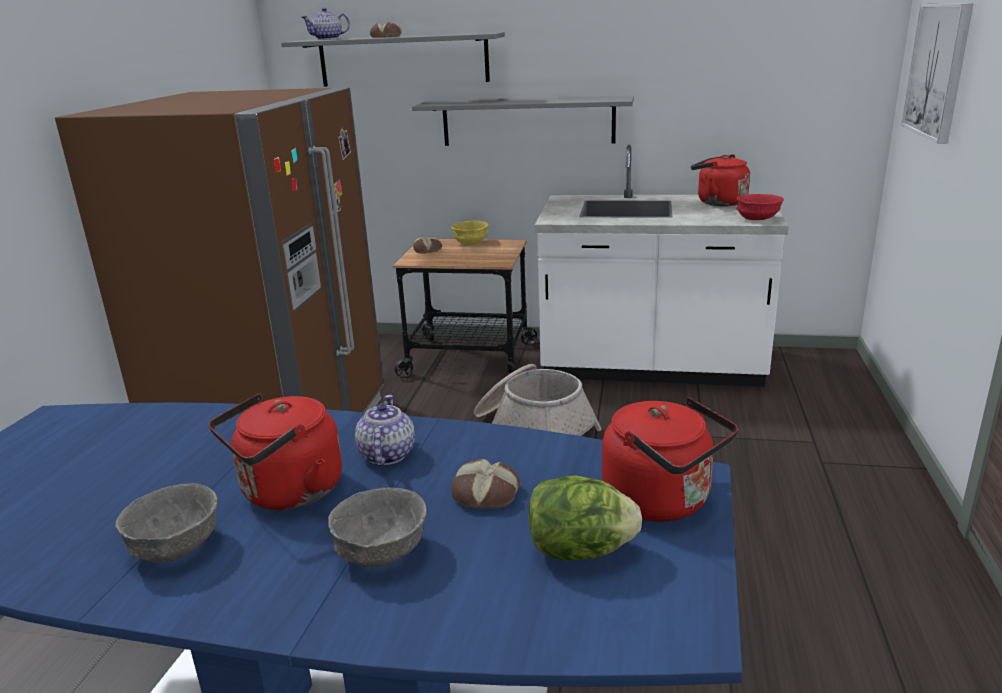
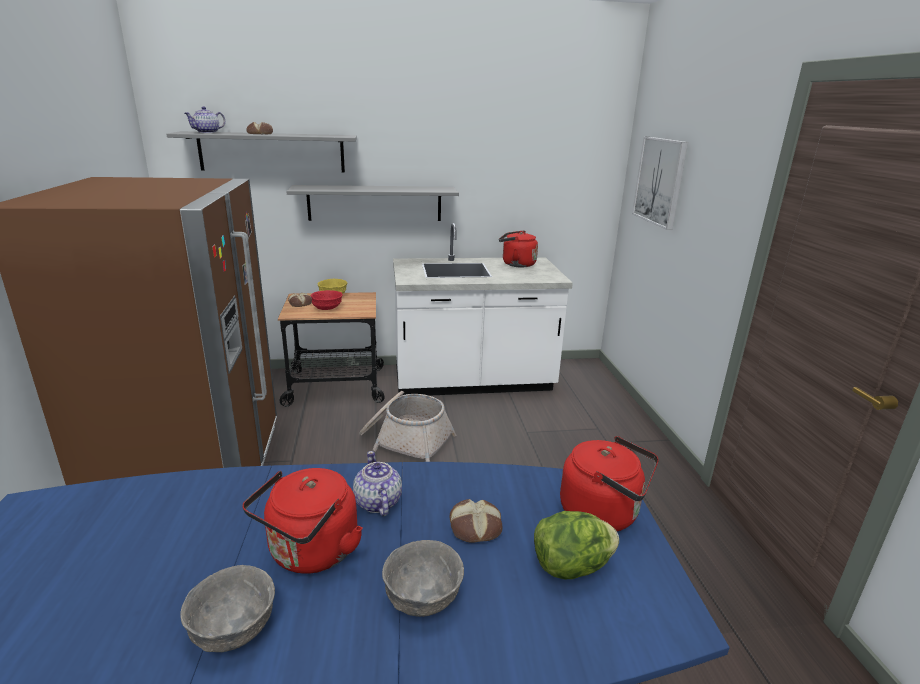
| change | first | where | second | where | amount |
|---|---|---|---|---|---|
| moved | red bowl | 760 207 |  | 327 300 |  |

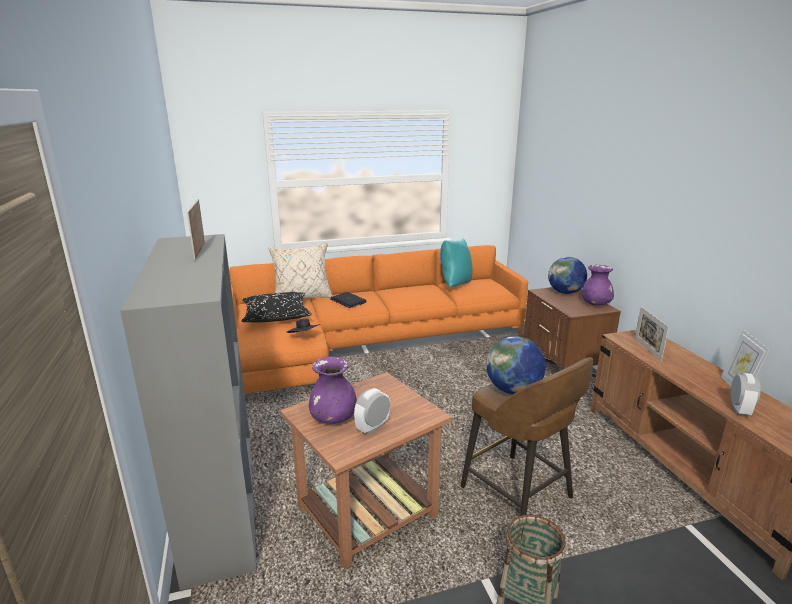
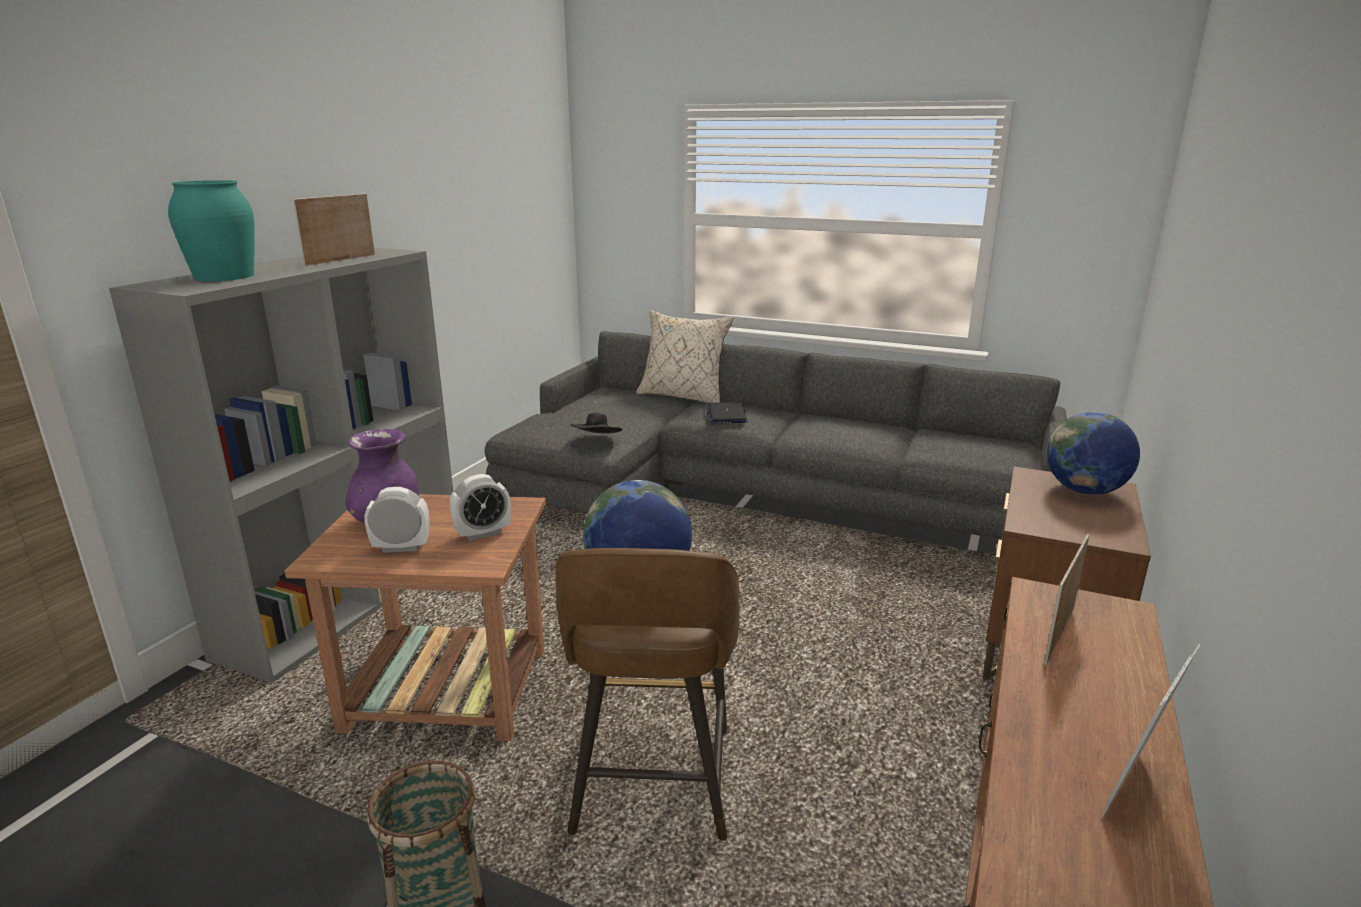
| change | first | where | second | where | amount |
|---|---|---|---|---|---|
| added |  |  | turquoise vase | 211 230 |  |
| moved | alarm clock | 746 394 |  | 480 507 |  |
| recoloured | orange sofa | 378 319 | grey sofa | 776 435 |  |
| removed | black pillow | 276 307 |  |  |  |
| removed | turquoise pillow | 456 262 |  |  |  |
| removed | purple vase | 598 285 |  |  |  |

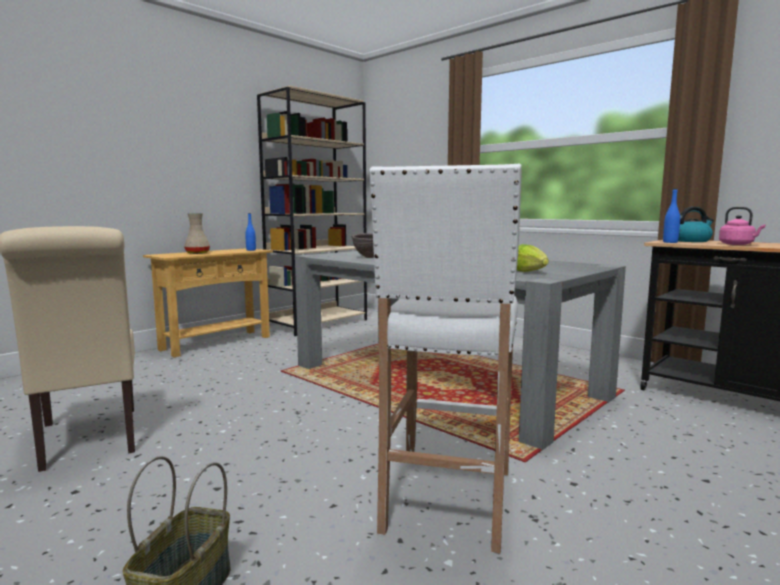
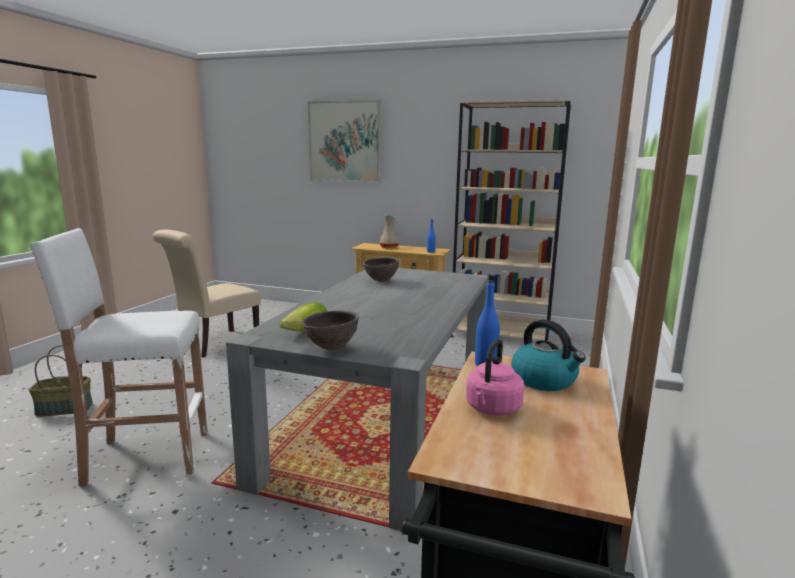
| change | first | where | second | where | amount |
|---|---|---|---|---|---|
| added |  |  | brown bowl | 330 330 |  |
| added |  |  | picture | 345 141 |  |

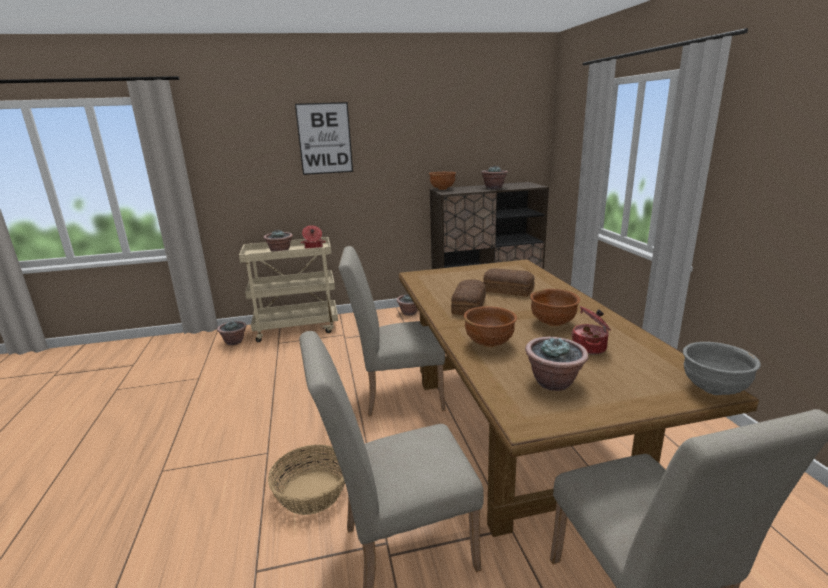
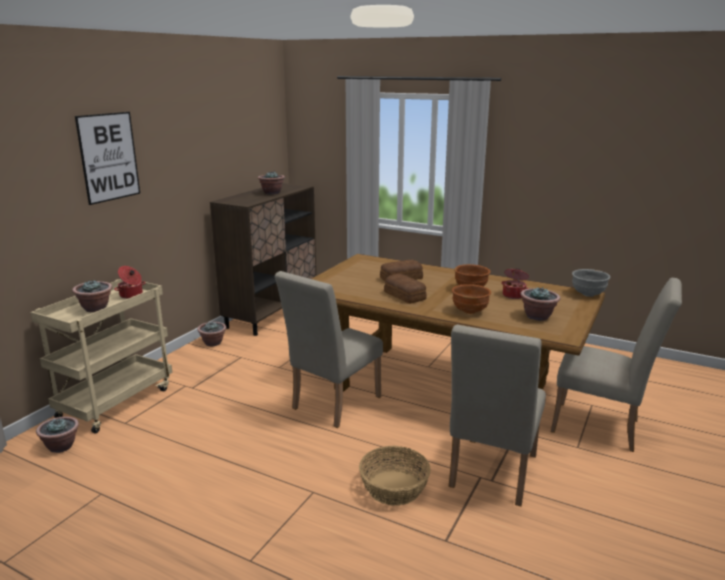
| change | first | where | second | where | amount |
|---|---|---|---|---|---|
| removed | brown bowl | 442 181 |  |  |  |

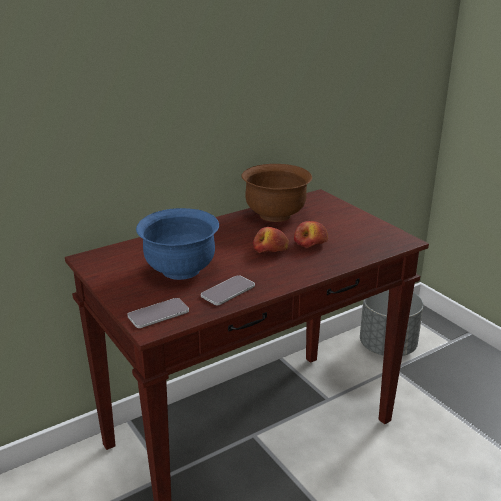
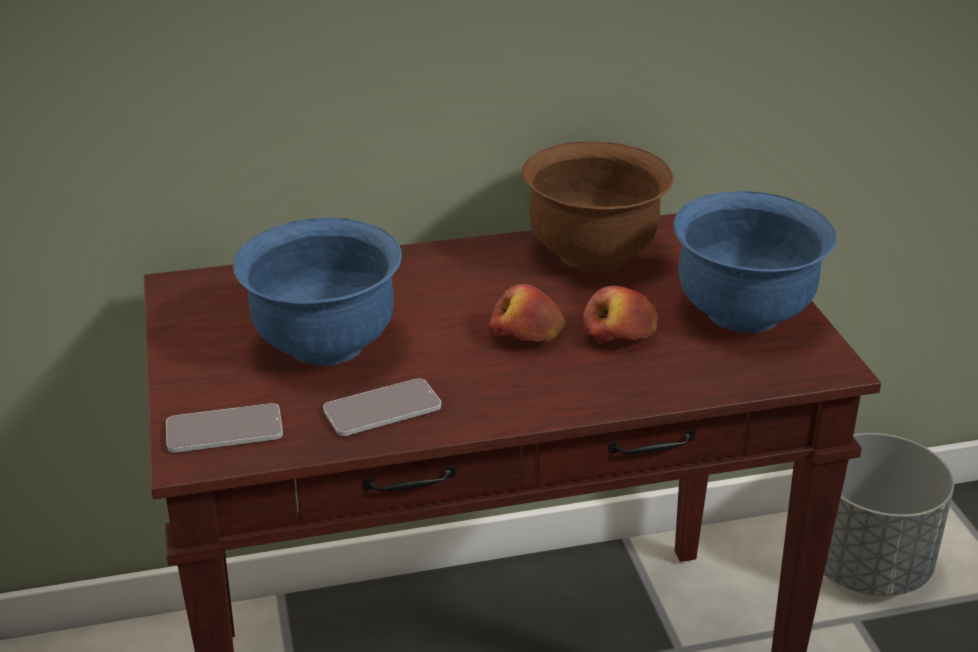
| change | first | where | second | where | amount |
|---|---|---|---|---|---|
| added |  |  | blue bowl | 755 262 |  |

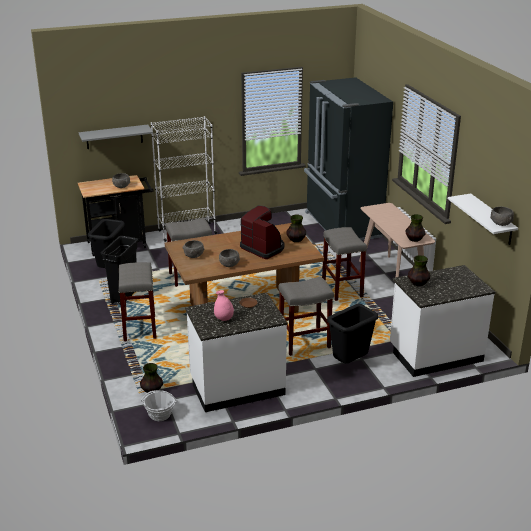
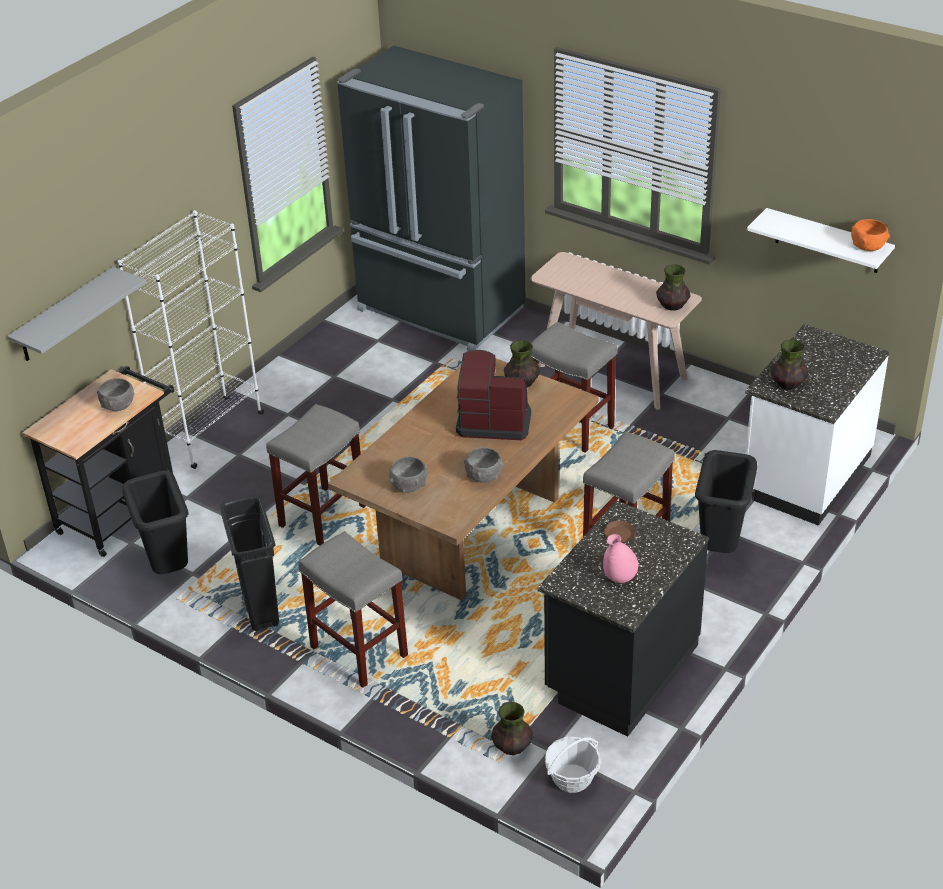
| change | first | where | second | where | amount |
|---|---|---|---|---|---|
| recoloured | white counter | 236 352 | black counter | 623 618 |  |
| recoloured | grey bowl | 502 216 | orange bowl | 870 235 |  |

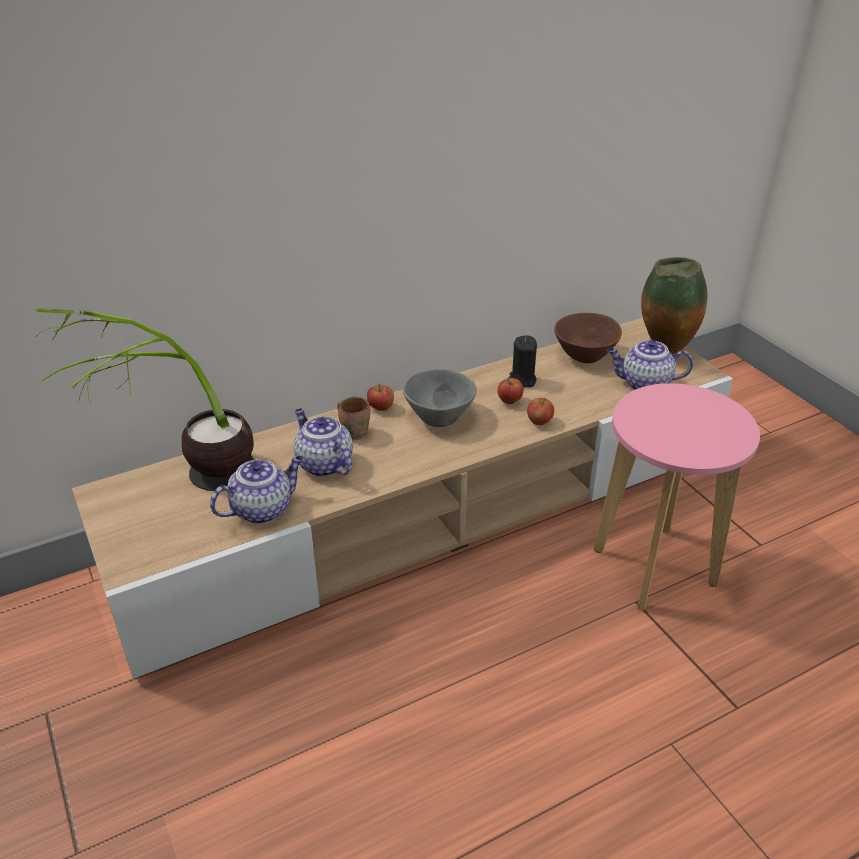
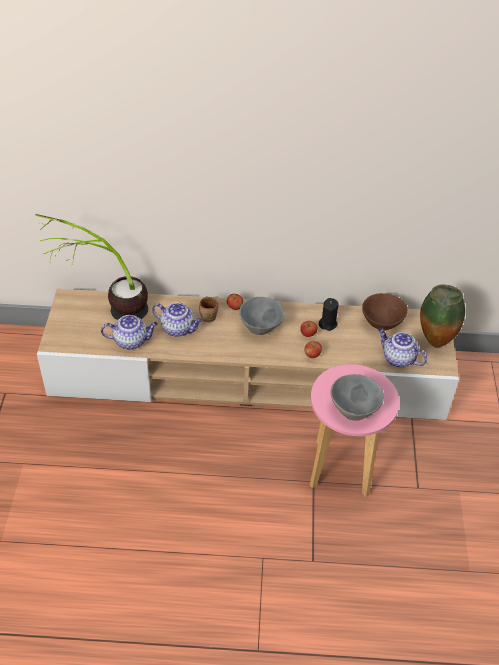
| change | first | where | second | where | amount |
|---|---|---|---|---|---|
| turned | teapot | 323 442 |  | 177 319 | 120 degrees clockwise |
| added |  |  | grey bowl | 357 397 |  |

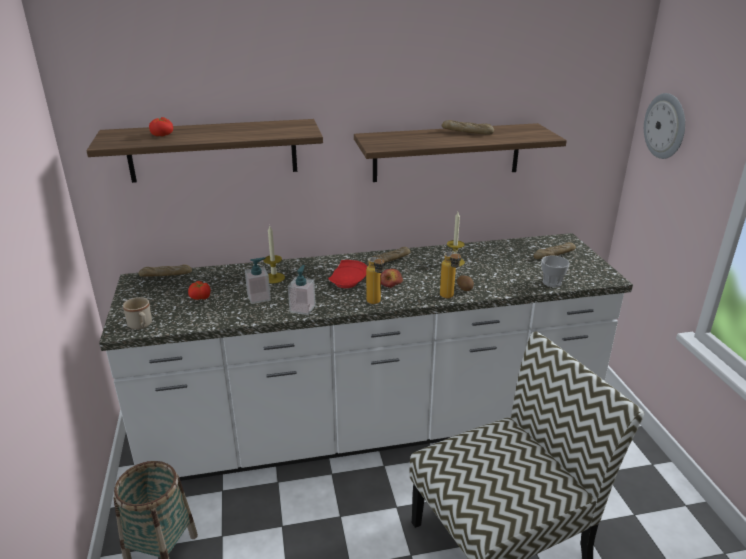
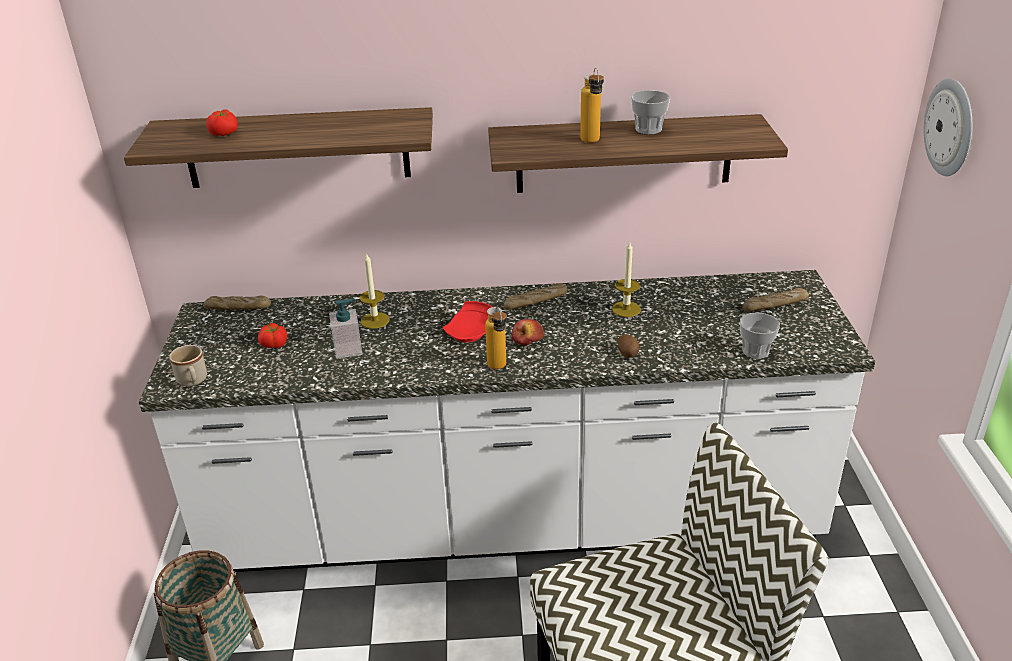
| change | first | where | second | where | amount |
|---|---|---|---|---|---|
| moved | bottle | 450 273 |  | 592 105 |  |
| replaced | bread | 468 127 | cup | 650 112 |  |
| removed | soap dispenser | 302 290 |  |  |  |

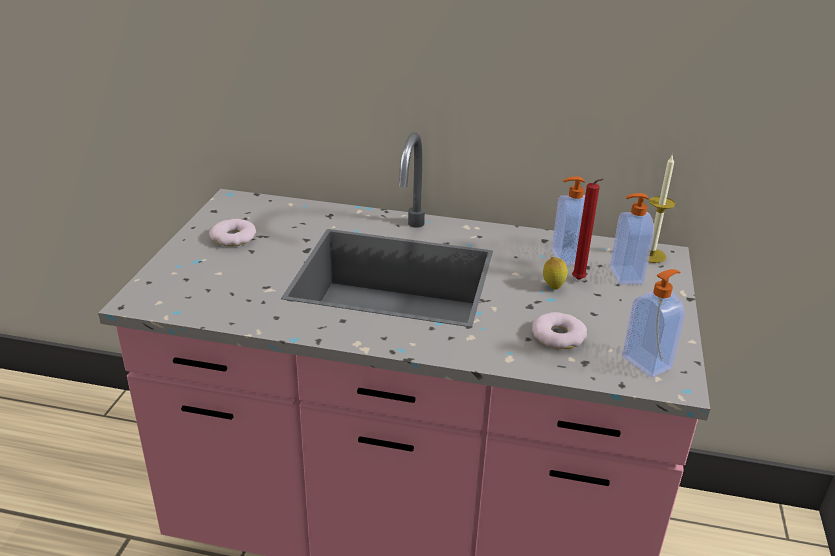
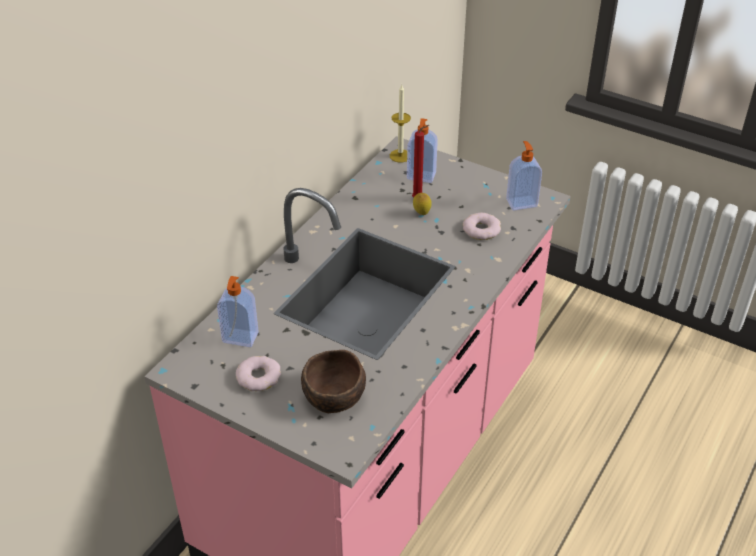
| change | first | where | second | where | amount |
|---|---|---|---|---|---|
| moved | soap dispenser | 568 220 |  | 238 311 |  |
| added |  |  | brown bowl | 333 381 |  |

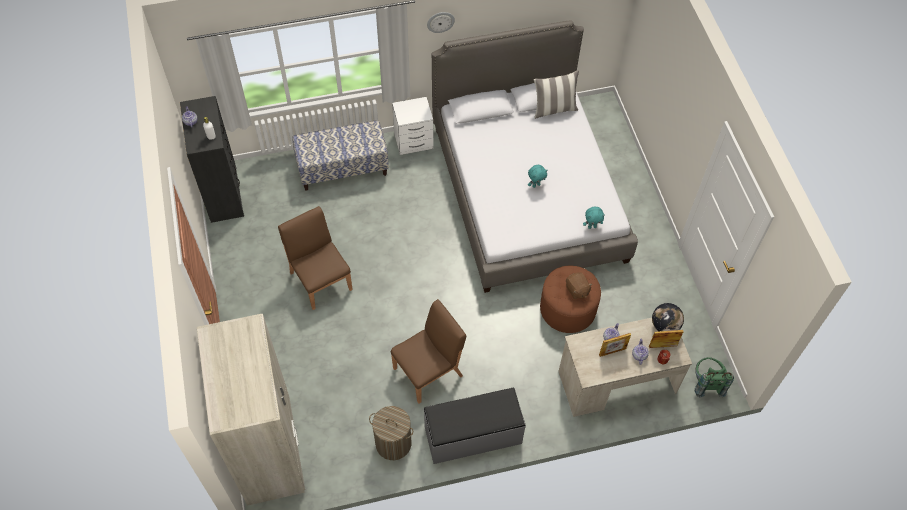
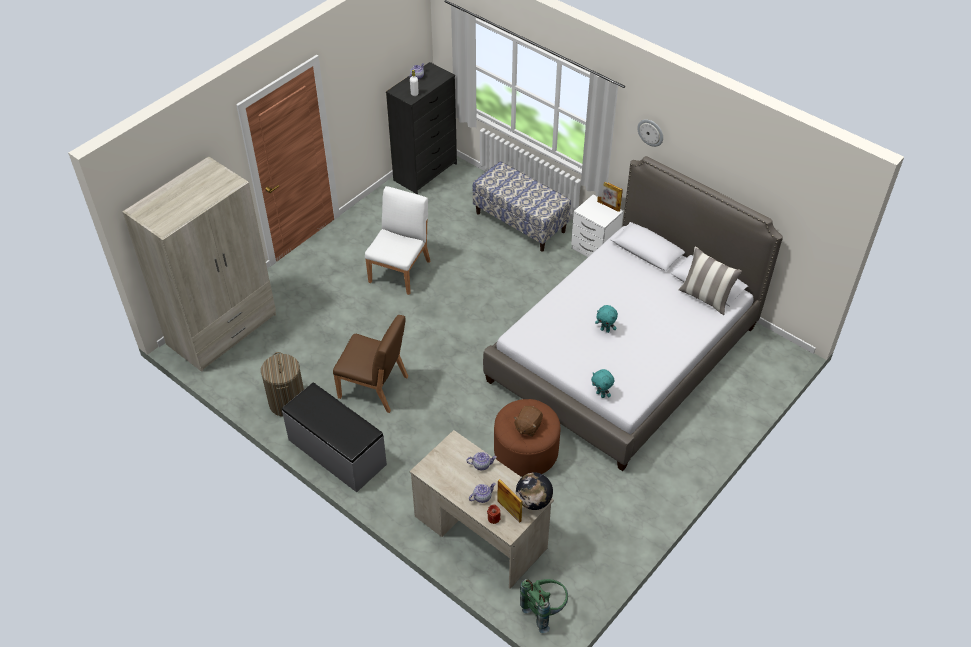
| change | first | where | second | where | amount |
|---|---|---|---|---|---|
| recoloured | brown chair | 315 258 | white chair | 397 240 |  |
| moved | picture frame | 615 345 |  | 610 197 |  |

